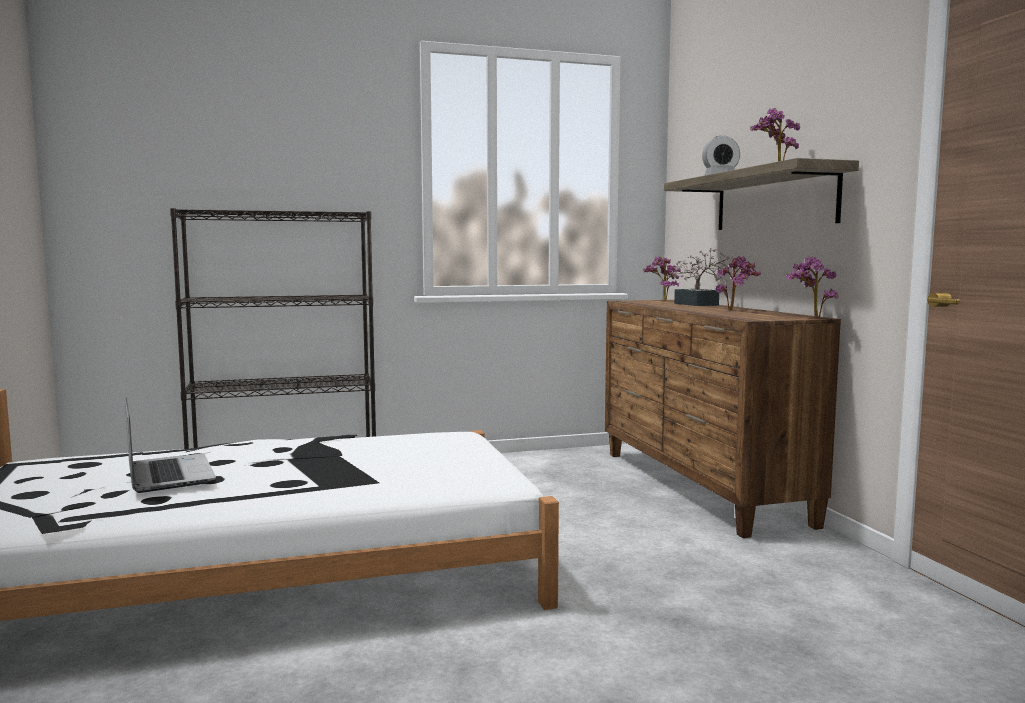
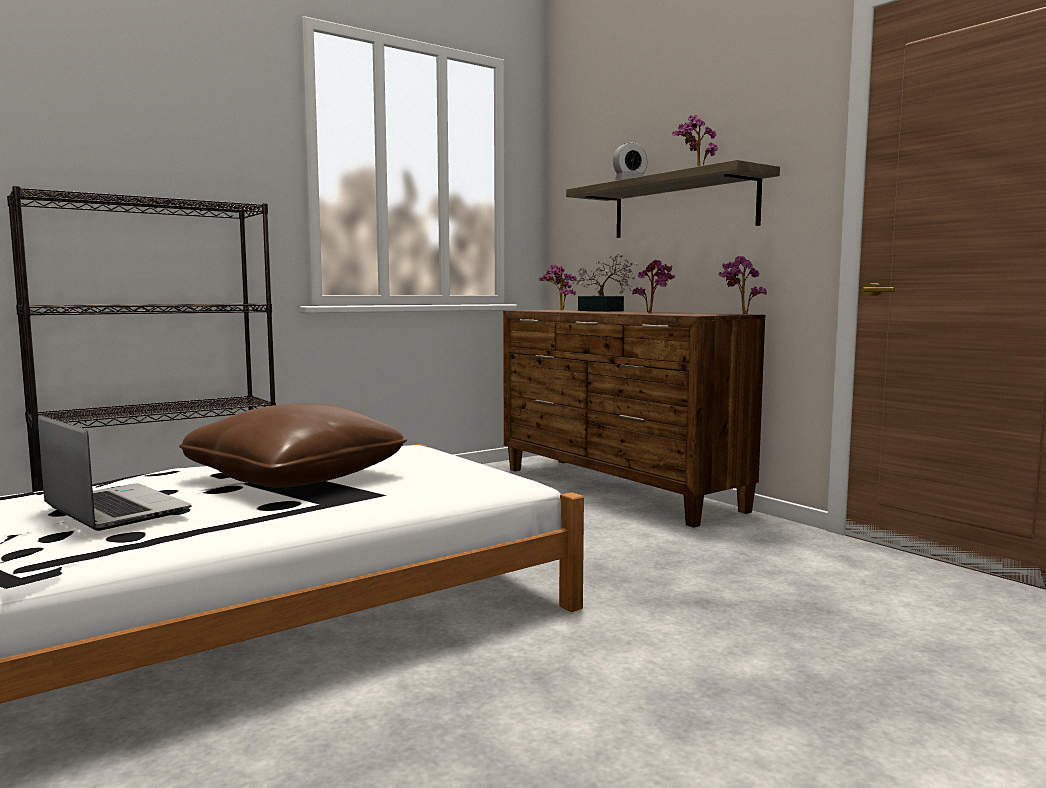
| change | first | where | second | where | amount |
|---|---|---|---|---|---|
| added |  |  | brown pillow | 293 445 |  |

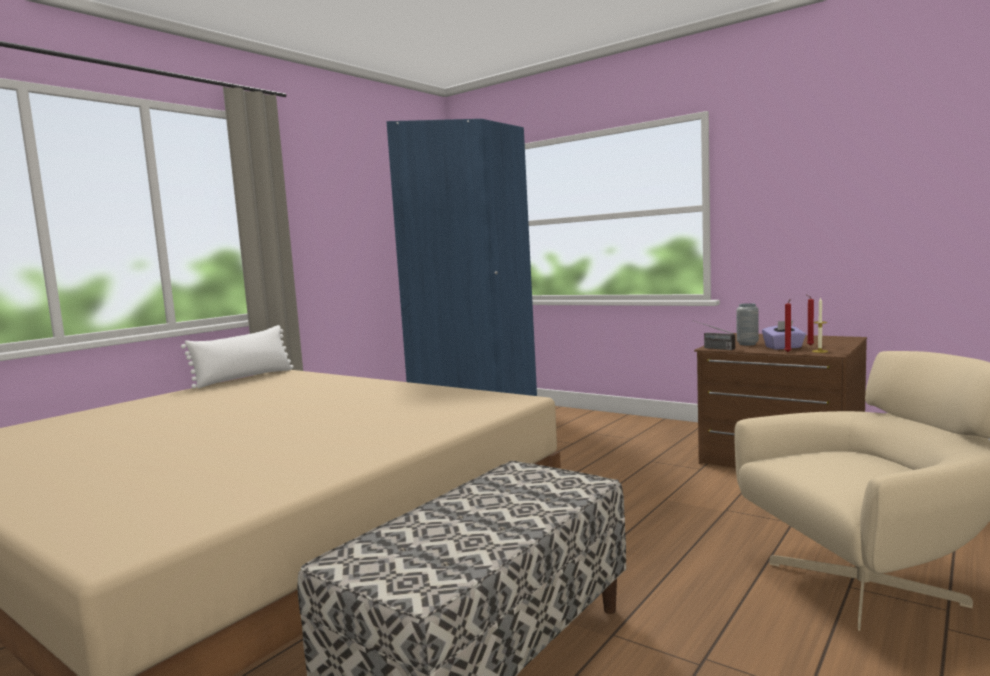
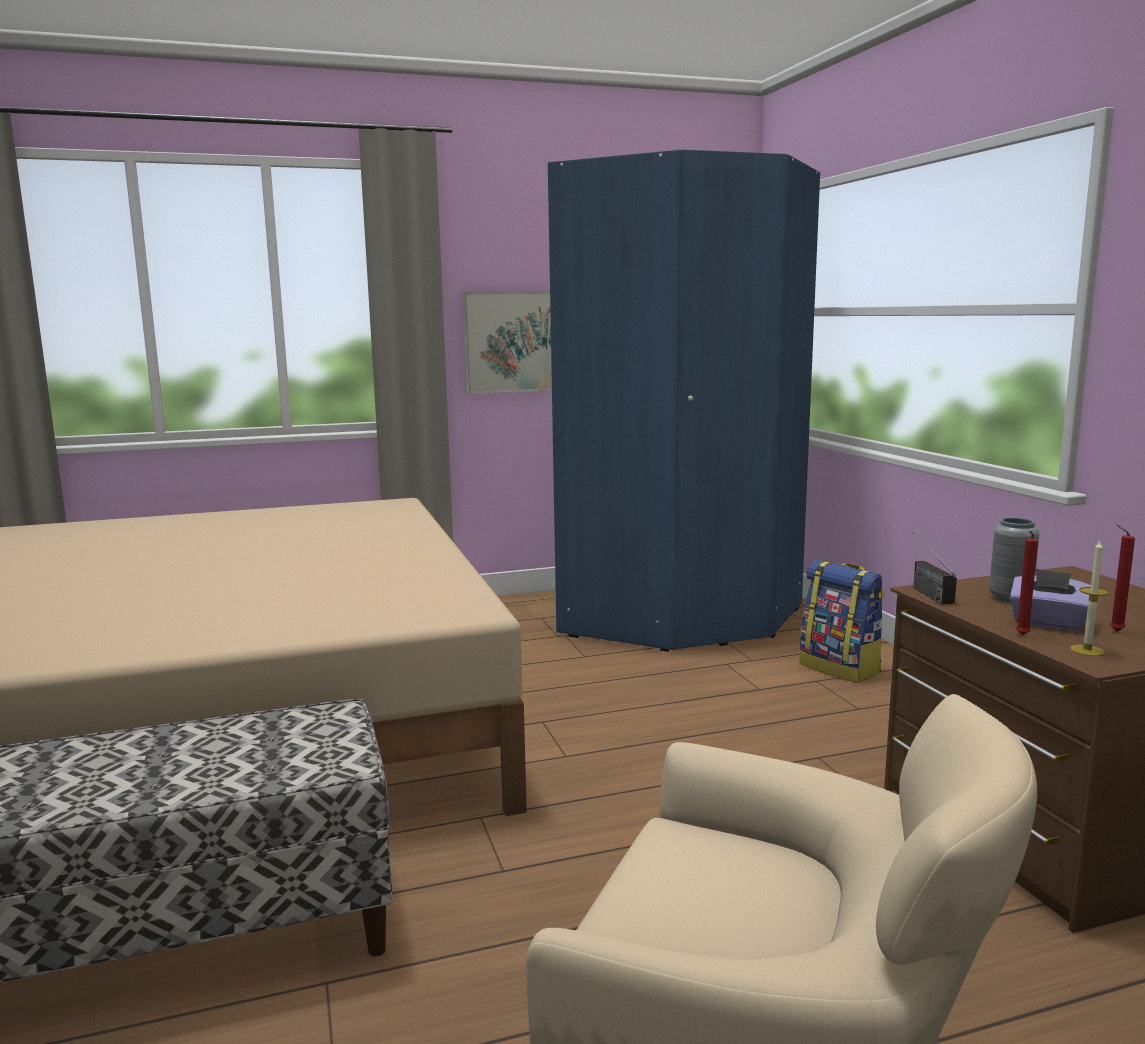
| change | first | where | second | where | amount |
|---|---|---|---|---|---|
| added |  |  | picture | 507 342 |  |
| added |  |  | backpack | 842 621 |  |
| removed | white pillow | 237 357 |  |  |  |

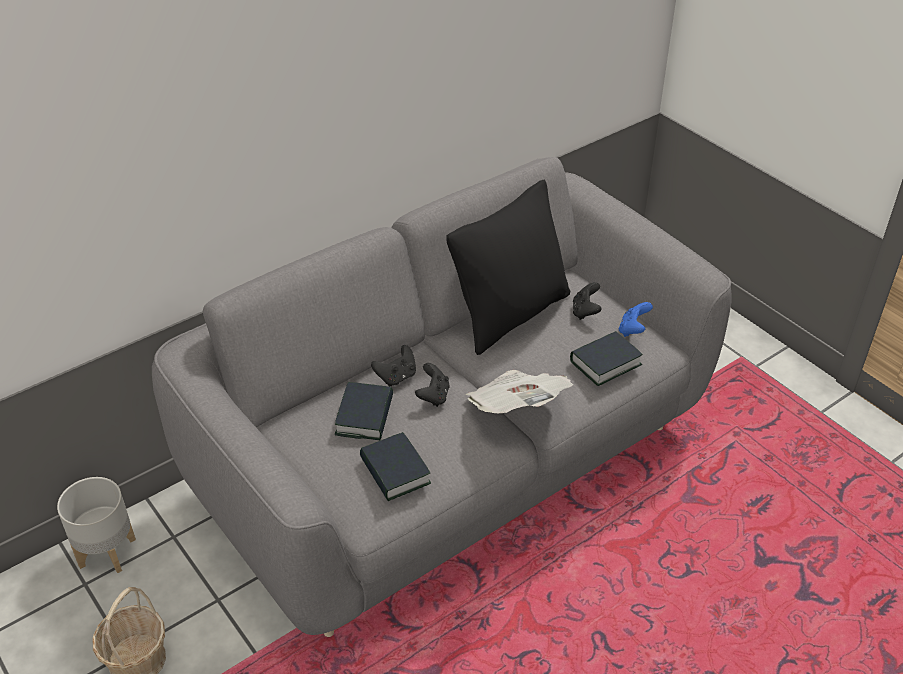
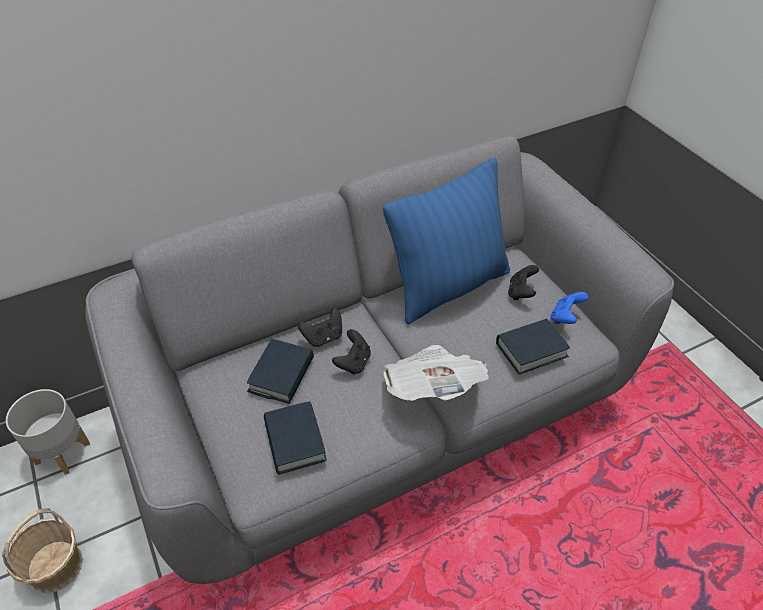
| change | first | where | second | where | amount |
|---|---|---|---|---|---|
| recoloured | black pillow | 508 267 | blue pillow | 446 241 |  |

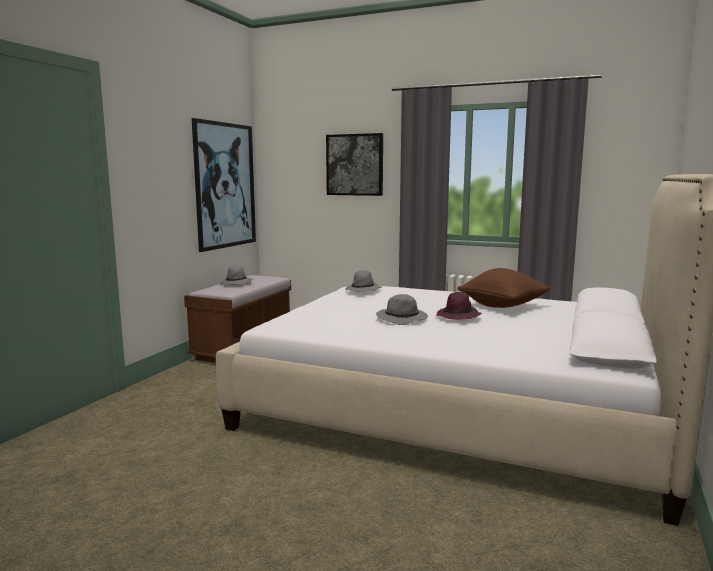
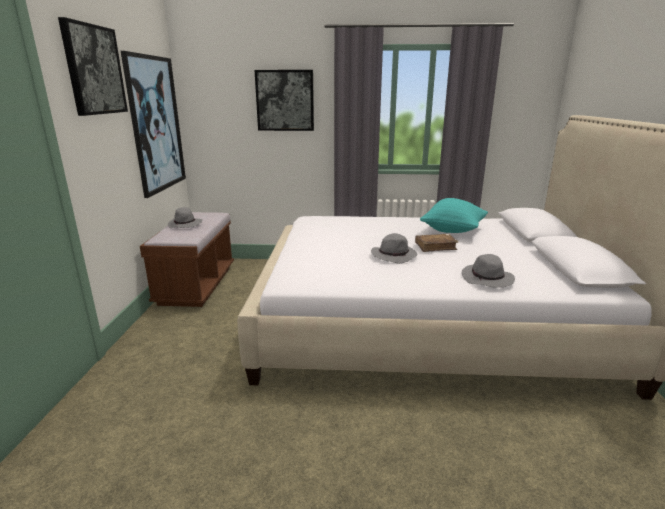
| change | first | where | second | where | amount |
|---|---|---|---|---|---|
| added |  |  | picture | 93 66 |  |
| replaced | purple hat | 459 306 | brown book | 436 243 |  |
| recoloured | brown pillow | 504 288 | turquoise pillow | 454 215 |  |
| moved | grey hat | 363 281 |  | 488 271 |  |

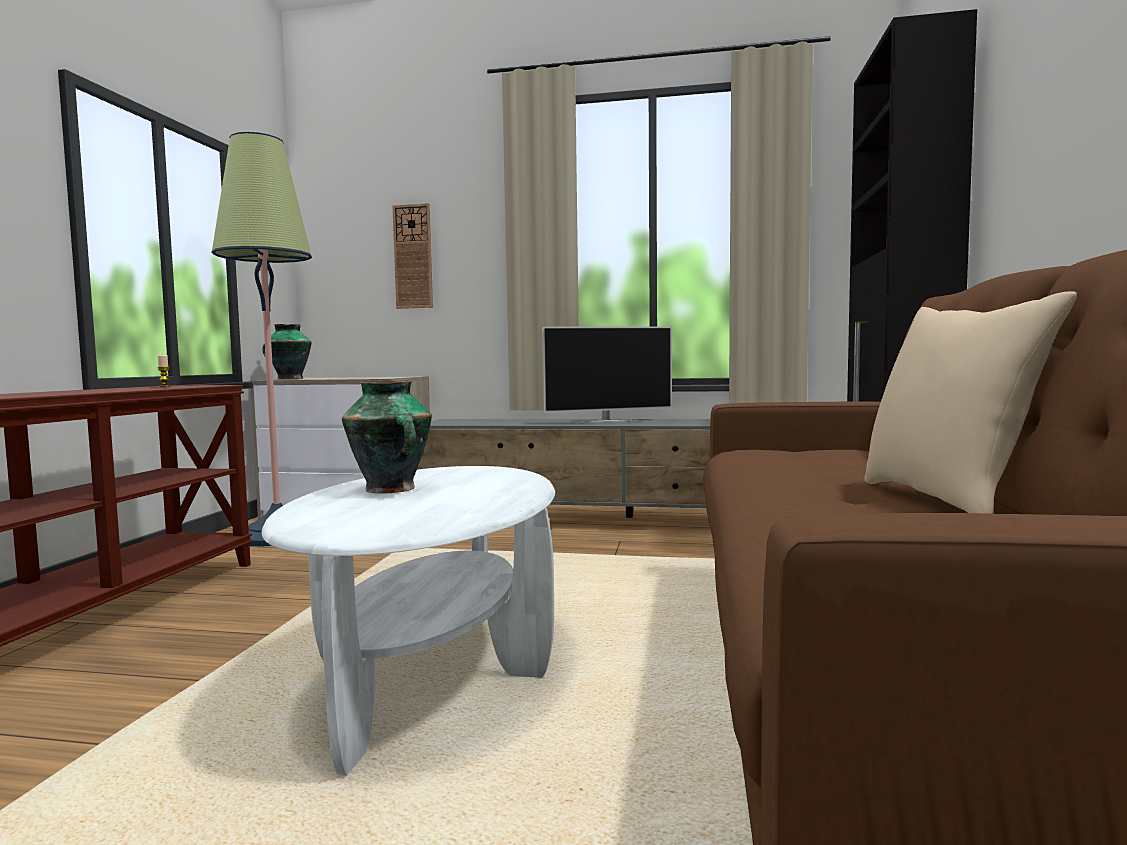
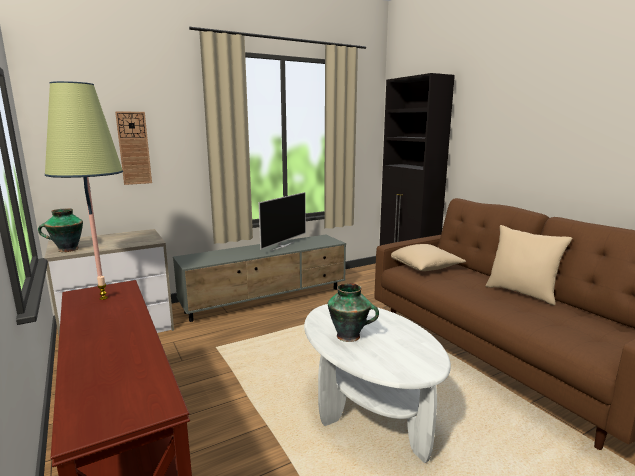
| change | first | where | second | where | amount |
|---|---|---|---|---|---|
| added |  |  | beige pillow | 428 257 |  |

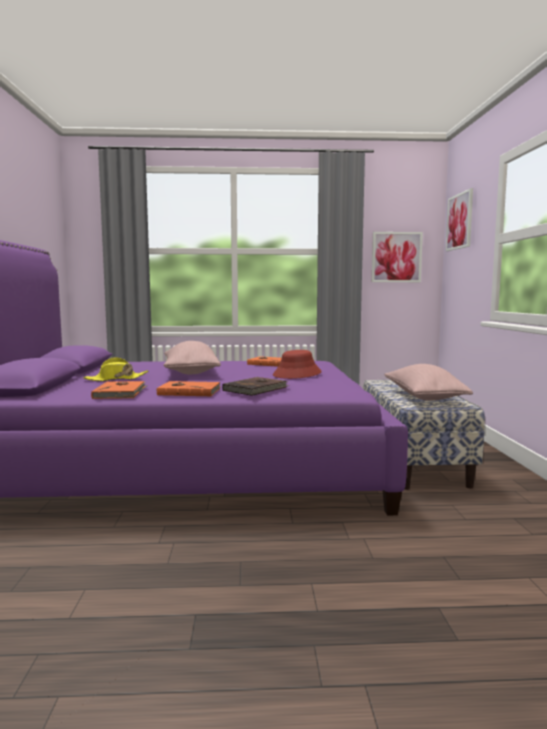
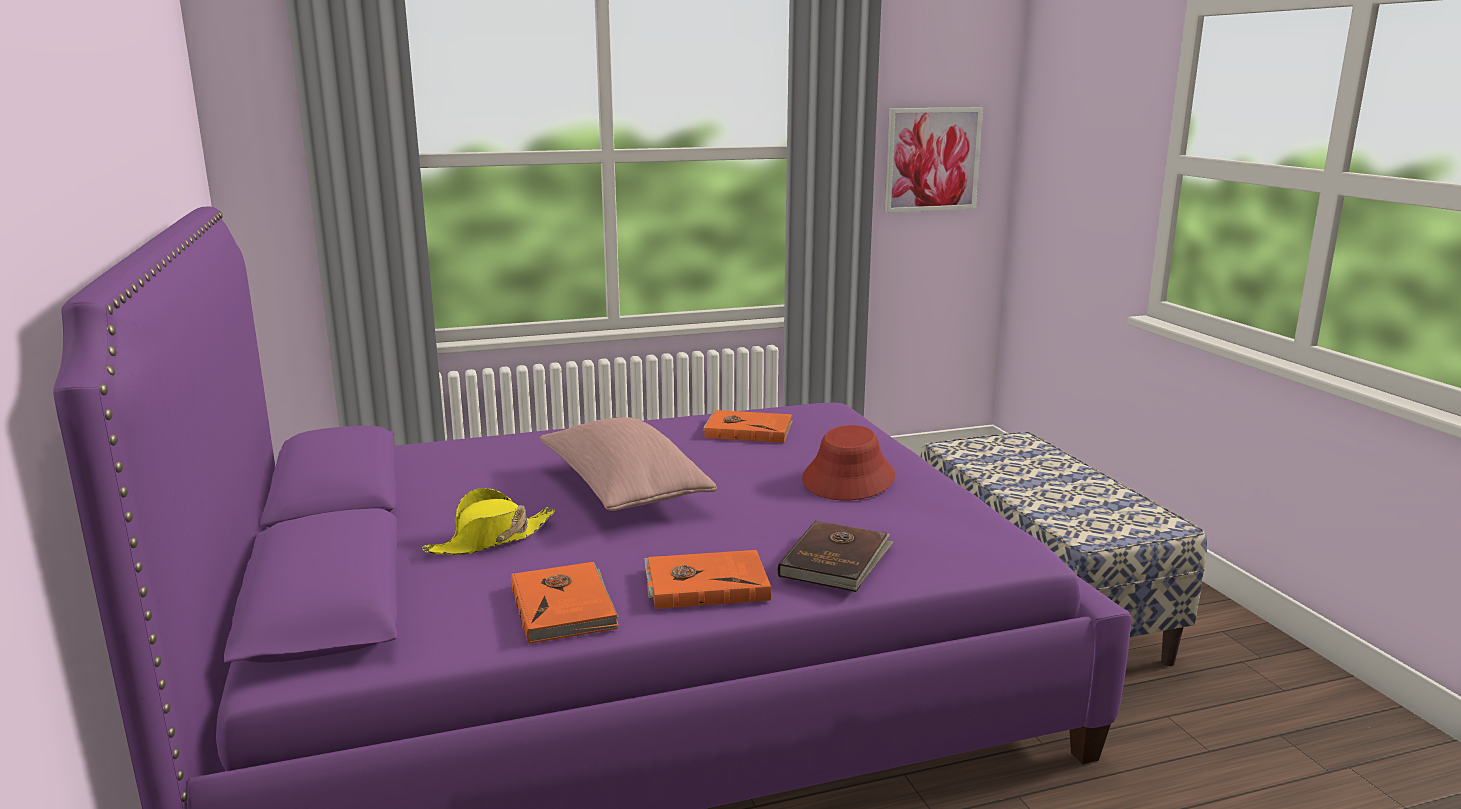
| change | first | where | second | where | amount |
|---|---|---|---|---|---|
| removed | pink pillow | 428 382 |  |  |  |
| removed | picture | 459 219 |  |  |  |

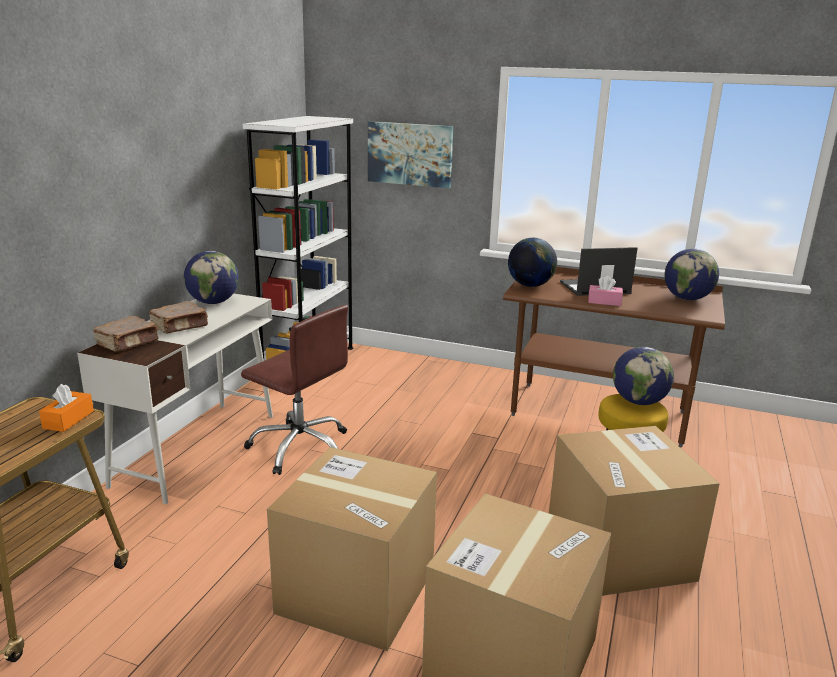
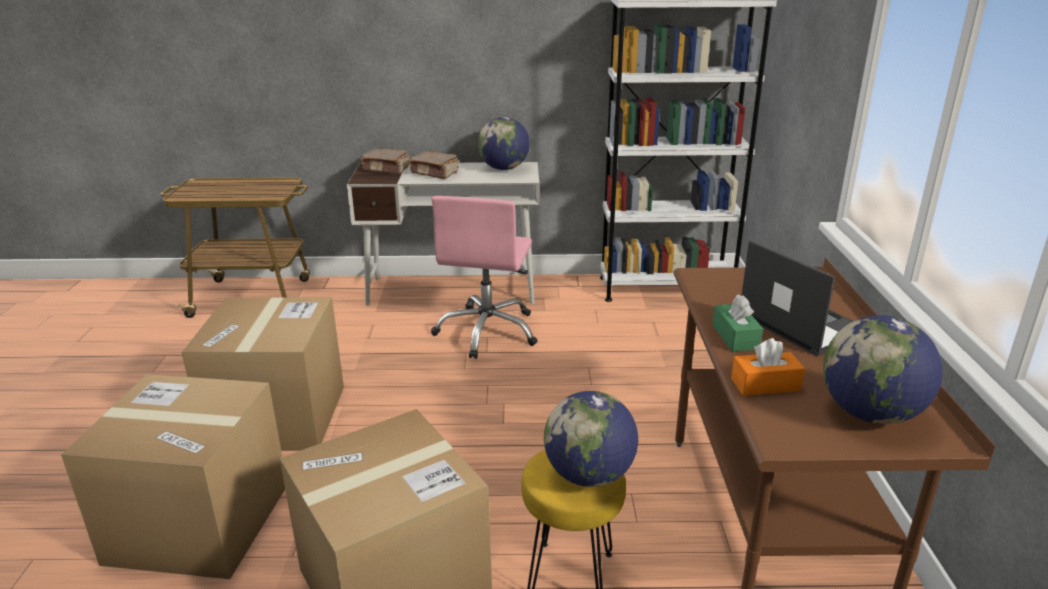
| change | first | where | second | where | amount |
|---|---|---|---|---|---|
| recoloured | brown office chair | 294 390 | pink office chair | 484 277 |  |
| recoloured | pink tissue box | 605 290 | green tissue box | 738 323 |  |
| moved | orange tissue box | 66 408 |  | 768 367 |  |
| removed | picture | 410 154 |  |  |  |
| removed | globe | 532 262 |  |  |  |

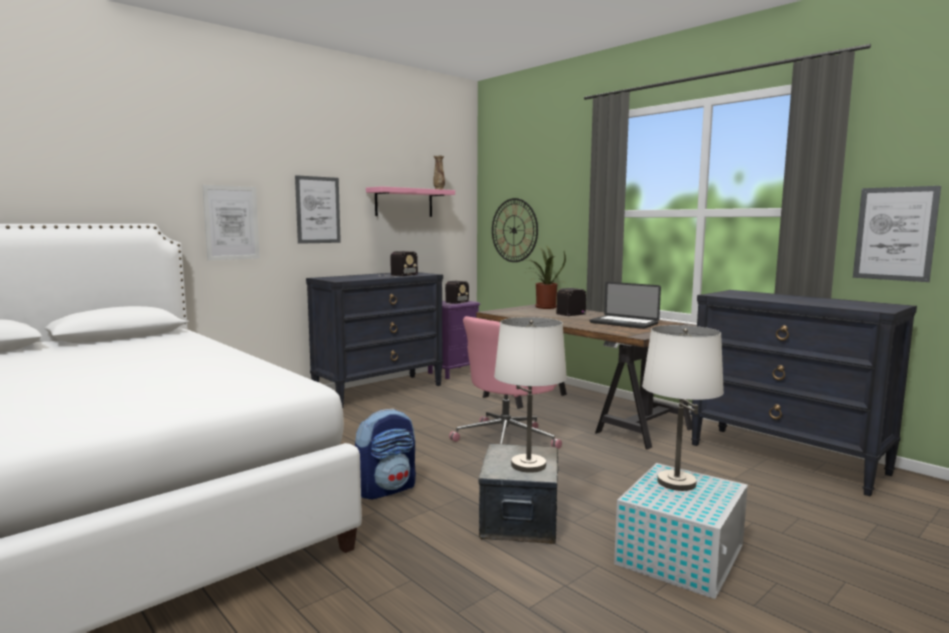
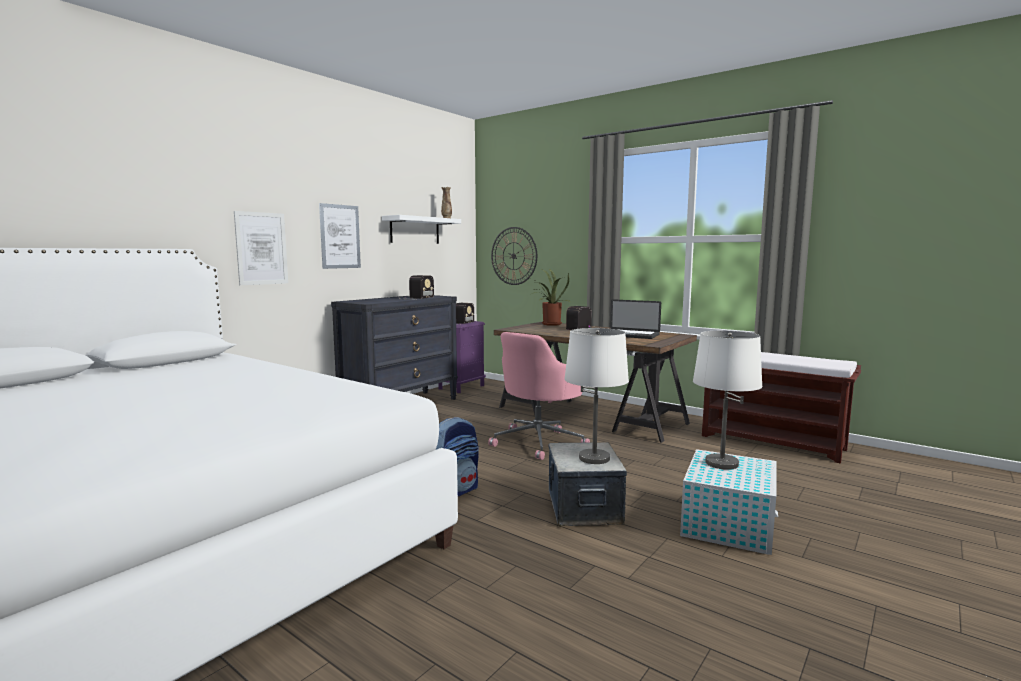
| change | first | where | second | where | amount |
|---|---|---|---|---|---|
| recoloured | pink shelf | 410 201 | white shelf | 421 229 |  |
| replaced | black dresser | 803 393 | brown bench | 781 407 |  |
| removed | picture | 897 234 |  |  |  |

